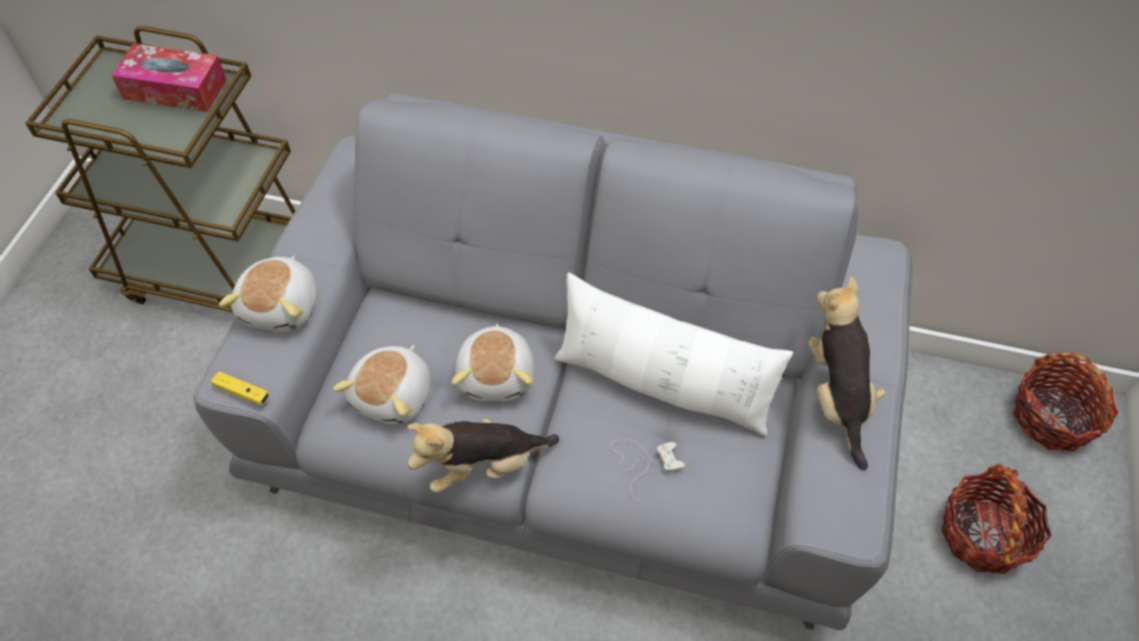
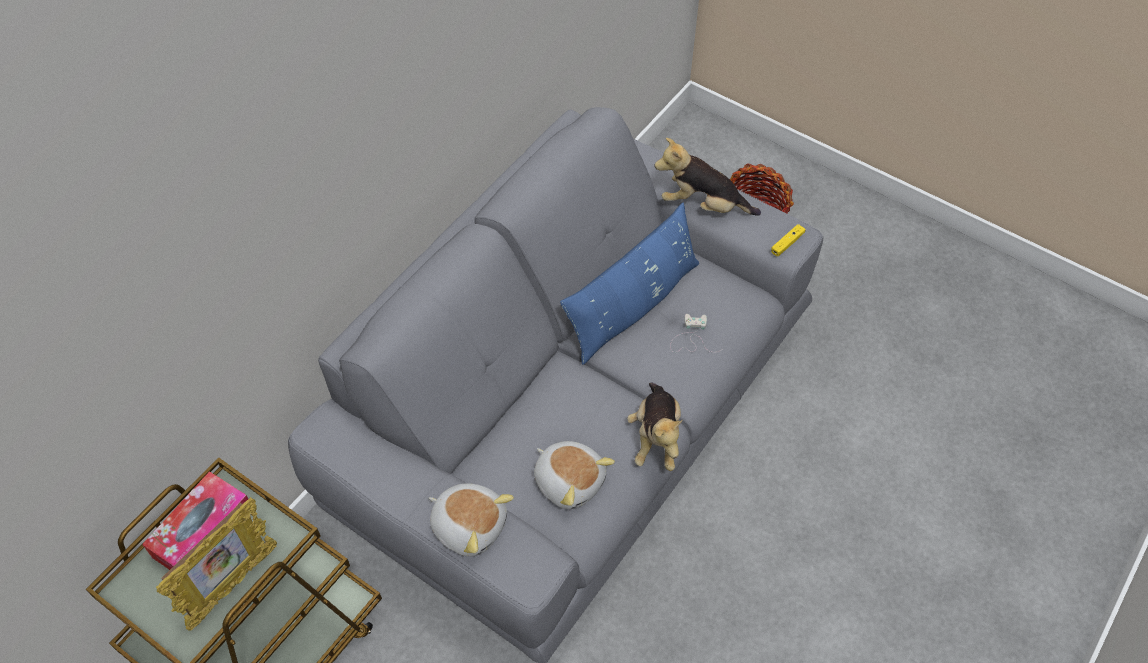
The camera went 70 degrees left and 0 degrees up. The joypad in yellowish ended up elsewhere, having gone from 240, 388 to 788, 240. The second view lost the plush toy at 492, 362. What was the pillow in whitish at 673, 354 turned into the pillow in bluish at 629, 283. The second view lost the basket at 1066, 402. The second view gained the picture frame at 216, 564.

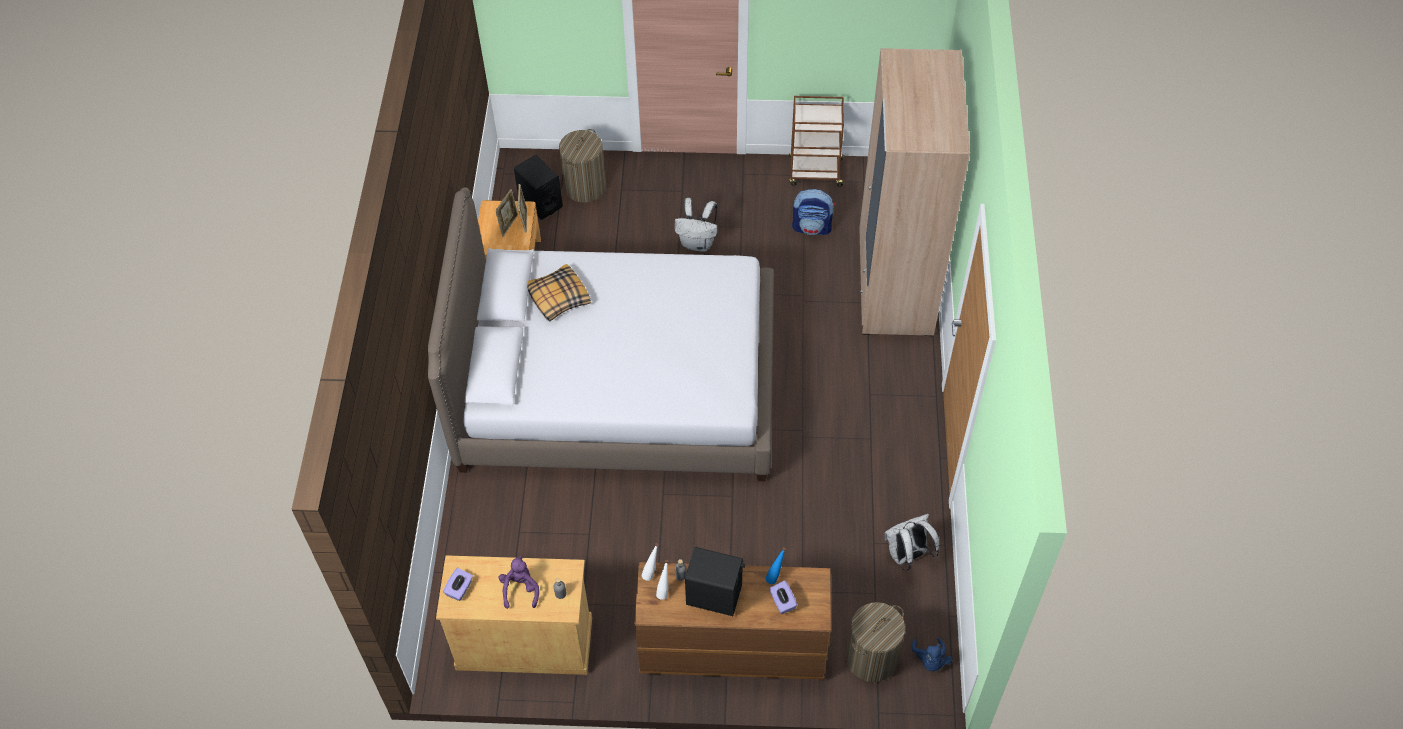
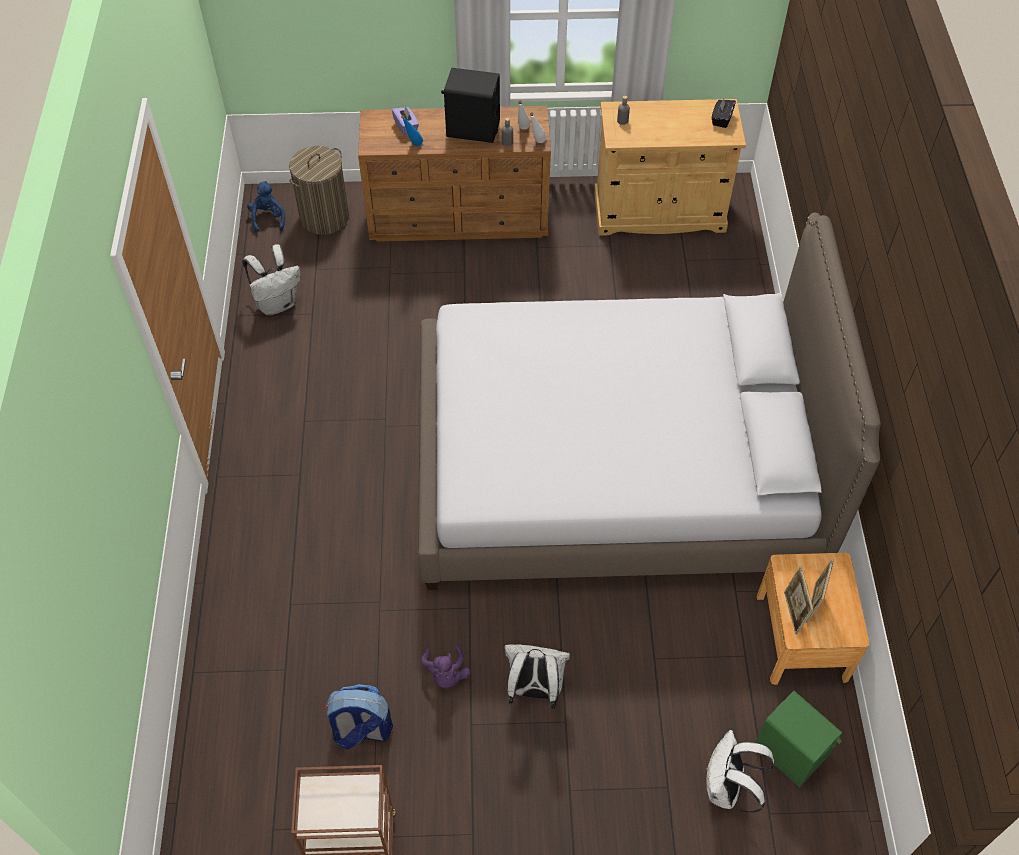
The camera went 175 degrees right and 0 degrees up. What was the box of tissues in purplish at 458, 584 turned into the box of tissues in blackish at 724, 113. The plush toy in purplish ended up elsewhere, having gone from 518, 582 to 446, 666. What was the loudspeaker in blackish at 538, 187 turned into the loudspeaker in greenish at 799, 739. The second view lost the pillow at 559, 293. Where the washing basket stood at 582, 165, the backpack in whitish came to stand at 740, 771. The second view lost the armoire in sand-coloured at 914, 192.

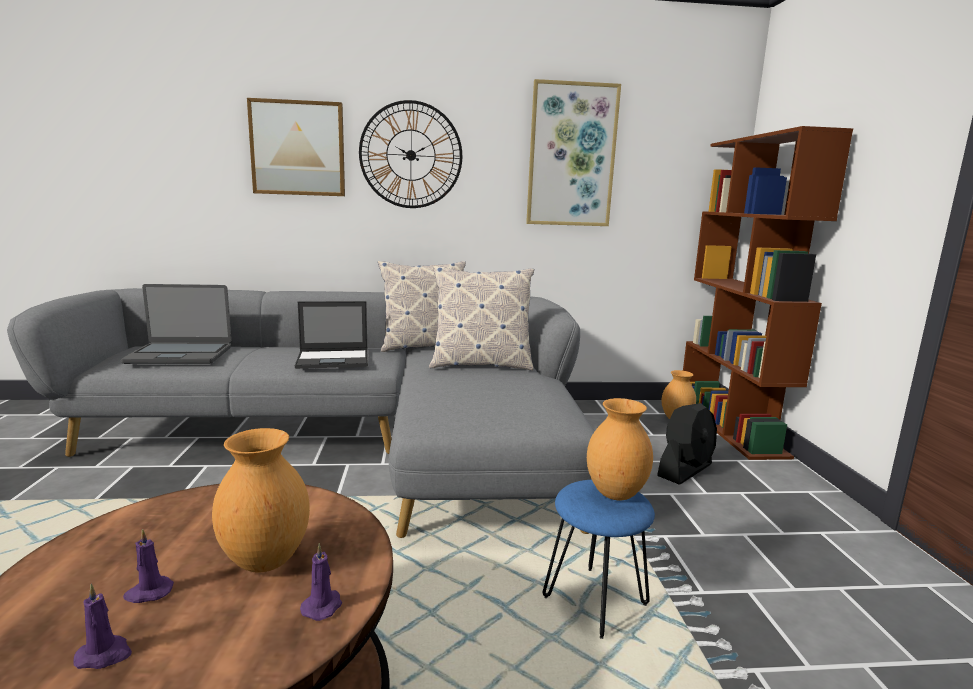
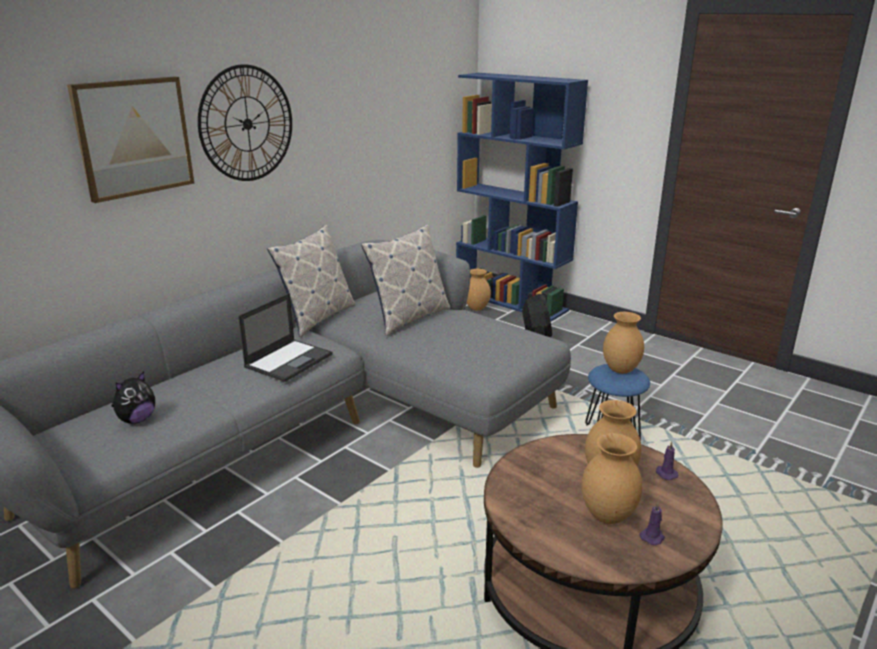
The camera went 45 degrees left and 10 degrees up. Where the laptop stood at 176, 324, the plush toy came to stand at 133, 397. Where the wax candle in purplish stood at 148, 566, the vase in brownish came to stand at 611, 478. The second view lost the wall art at 573, 152. What was the bookshelf in brownish at 768, 293 turned into the bookshelf in bluish at 522, 197.

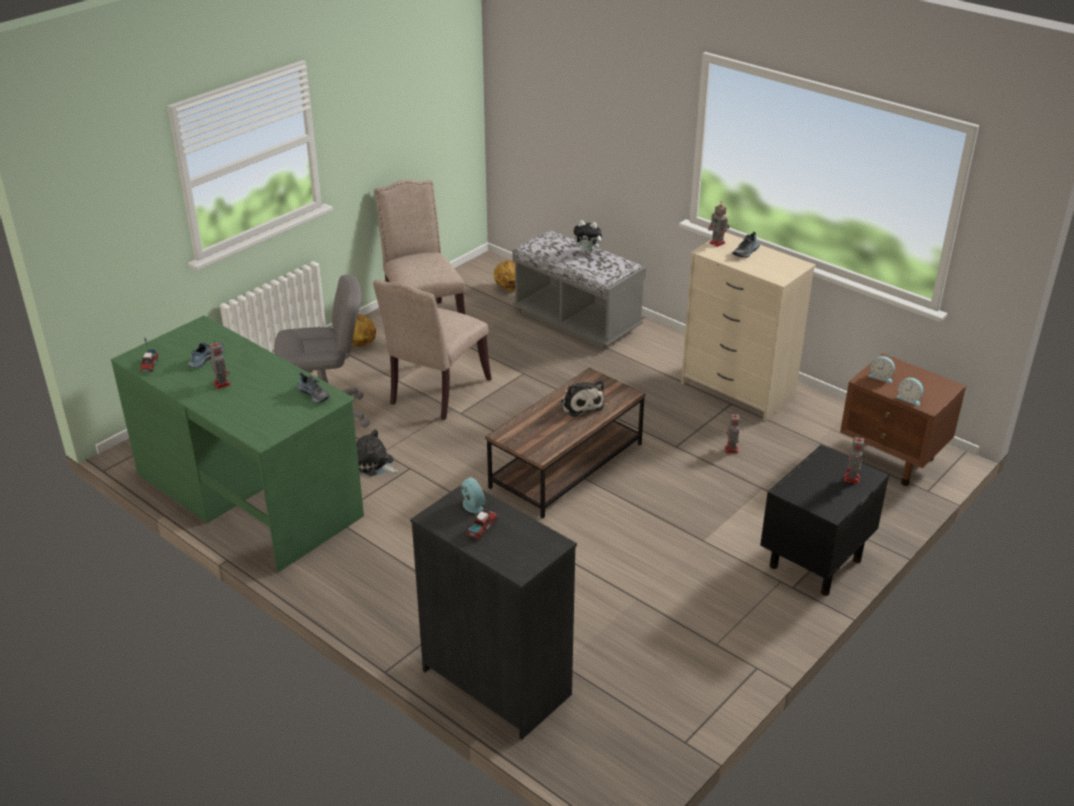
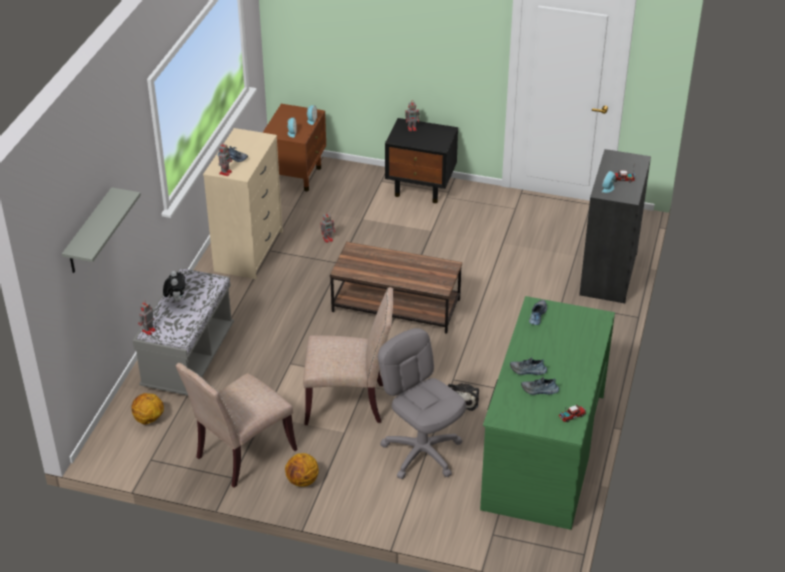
The camera went 115 degrees left and 5 degrees up. The toy robot ended up elsewhere, having gone from 220, 364 to 147, 317. The second view lost the plush toy at 582, 398. The second view gained the wall shelf in greyish at 101, 230. The second view gained the low shoe at 528, 366.

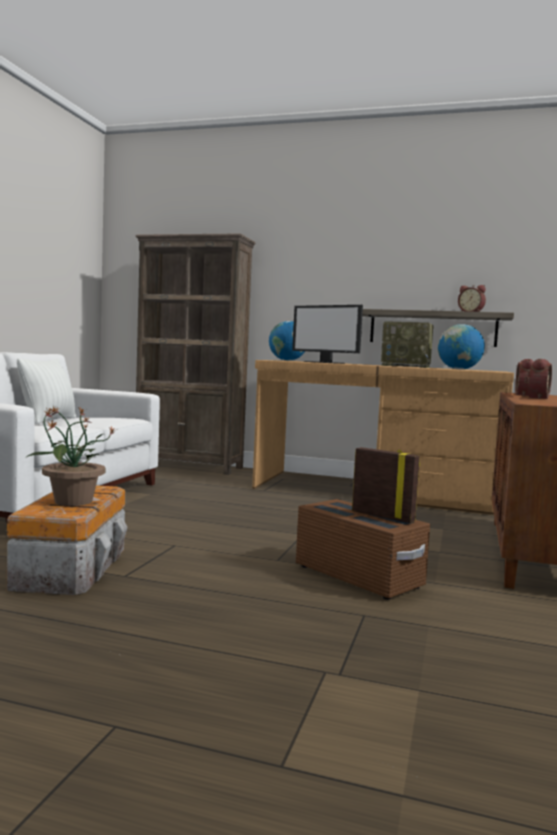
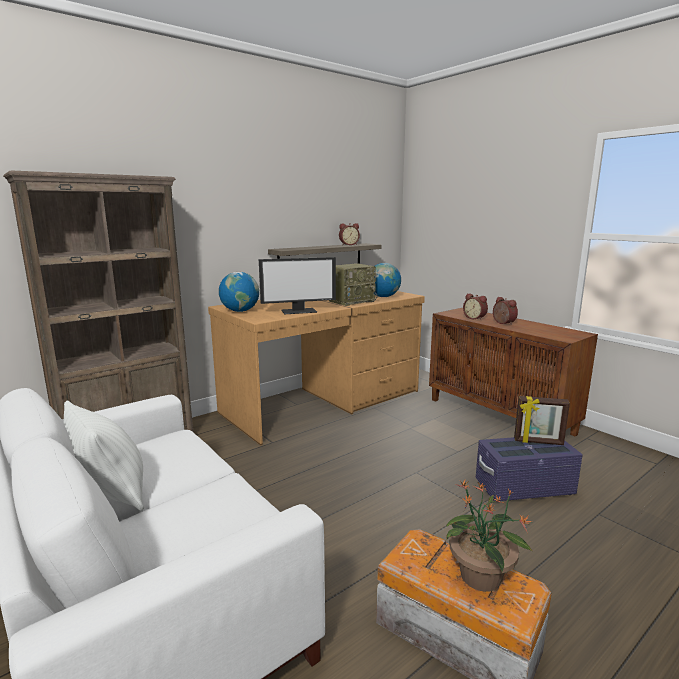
The camera went 55 degrees left and 10 degrees up. What was the storage bin in brownish at 363, 549 turned into the storage bin in purplish at 529, 469. The picture frame at 386, 485 ended up facing another way, 150 degrees counterclockwise from before.

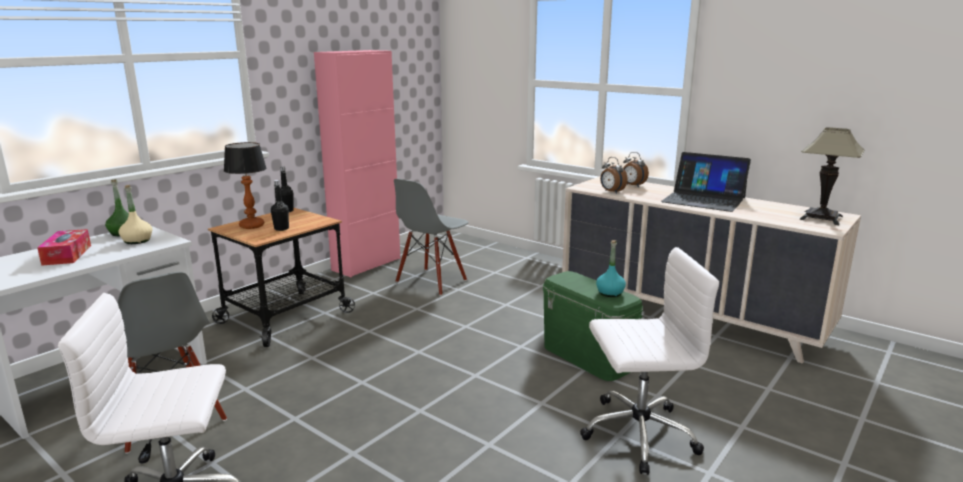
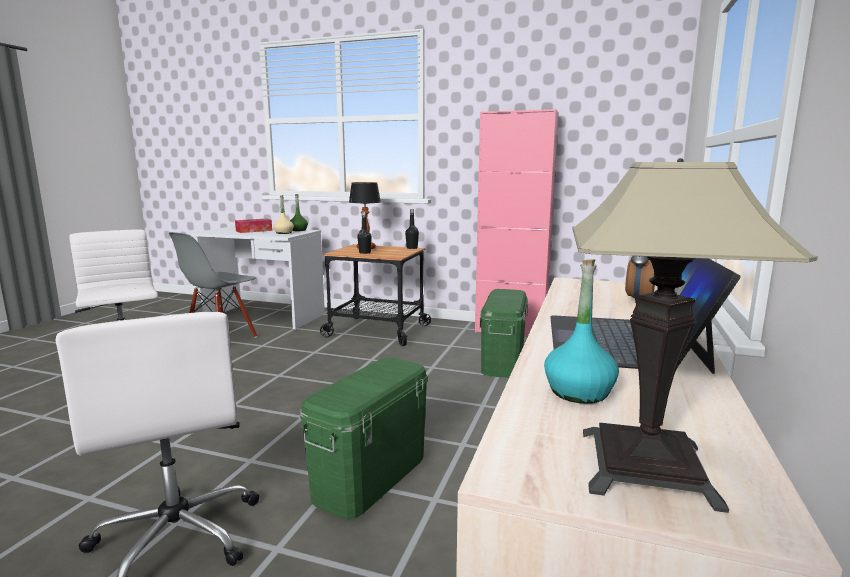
The camera went 70 degrees right and 5 degrees down. Where the upright chair in greyish stood at 431, 237, the storage bin in greenish came to stand at 504, 333. The beverage bottle in blue-green ended up elsewhere, having gone from 611, 268 to 581, 331. The second view lost the table clock at 614, 175.

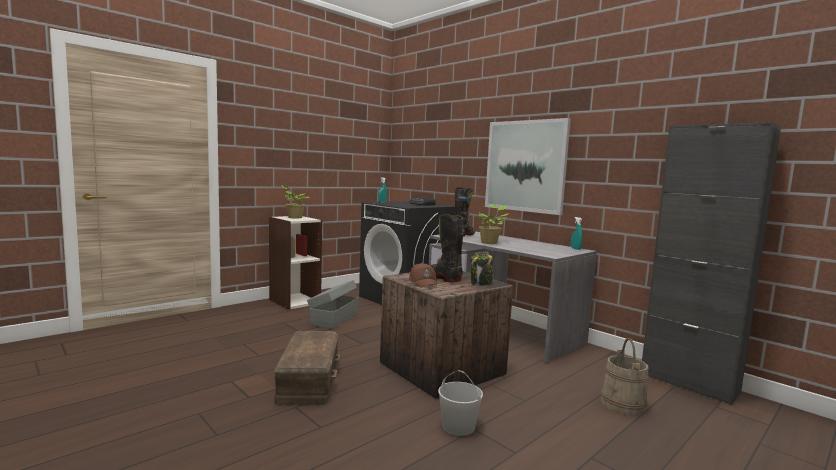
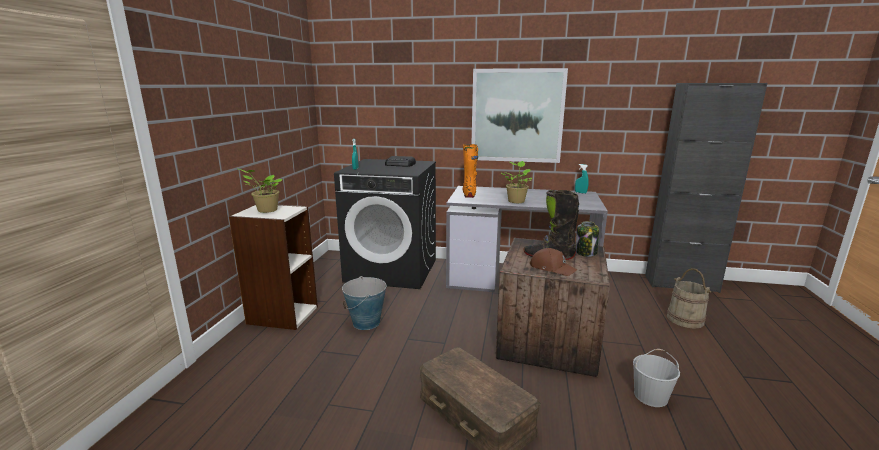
The camera went 35 degrees left and 10 degrees up. Where the storage bin in greyish stood at 332, 304, the water bucket came to stand at 364, 303. What was the boot in blackish at 465, 212 turned into the boot in orange at 470, 171.

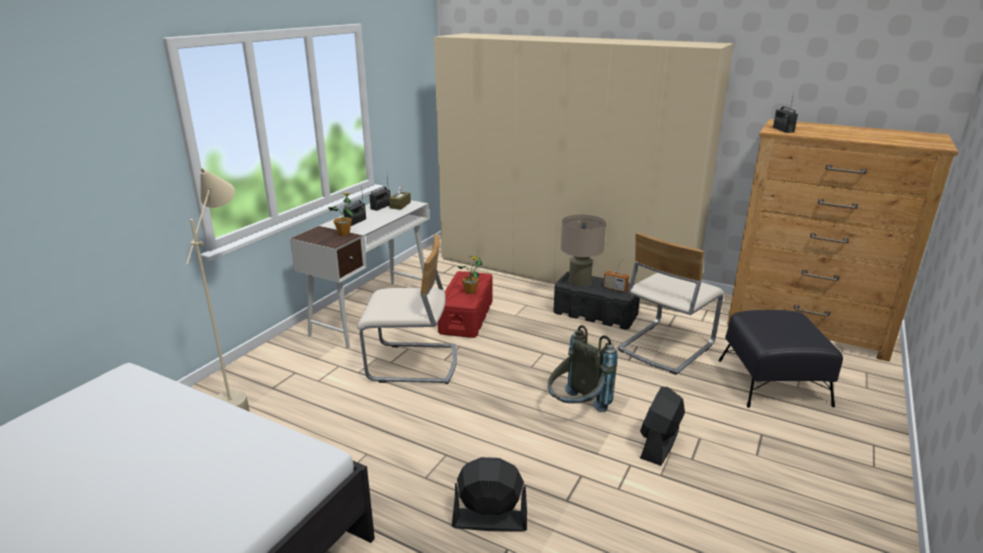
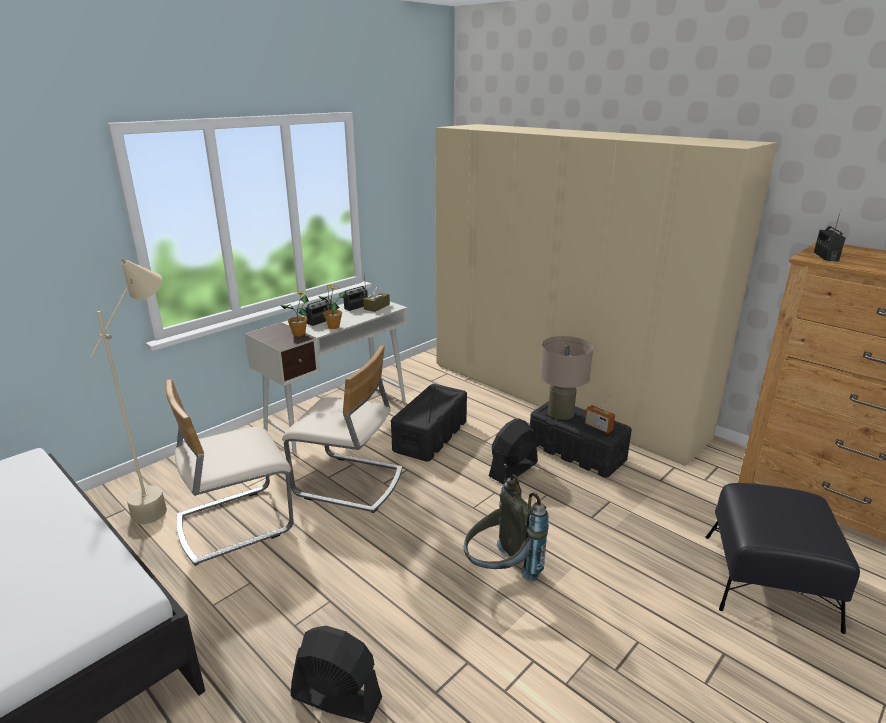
The camera went 15 degrees right and 0 degrees up. What was the storage bin in red at 465, 304 turned into the storage bin in blackish at 429, 423. The potted plant ended up elsewhere, having gone from 470, 275 to 332, 307. The upright chair in sand-coloured ended up elsewhere, having gone from 671, 303 to 230, 472. The cooling fan in blackish ended up elsewhere, having gone from 662, 426 to 513, 451.

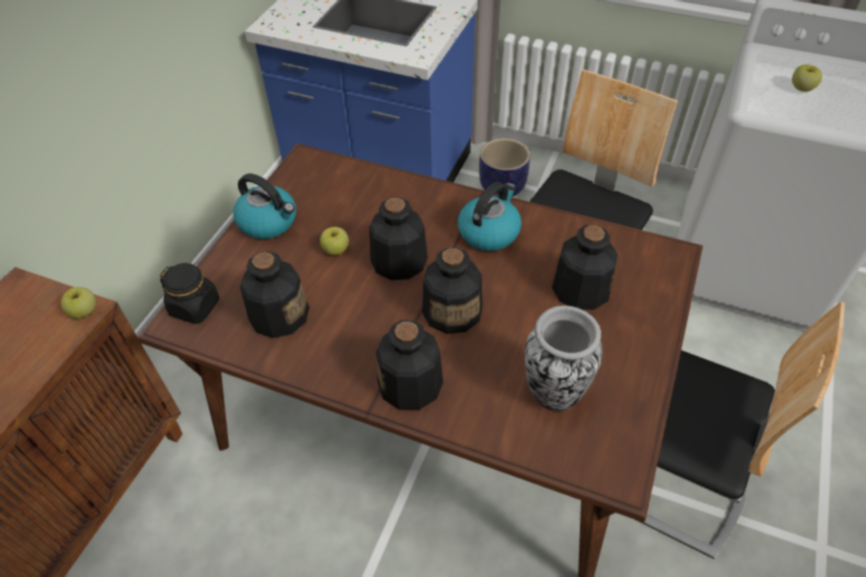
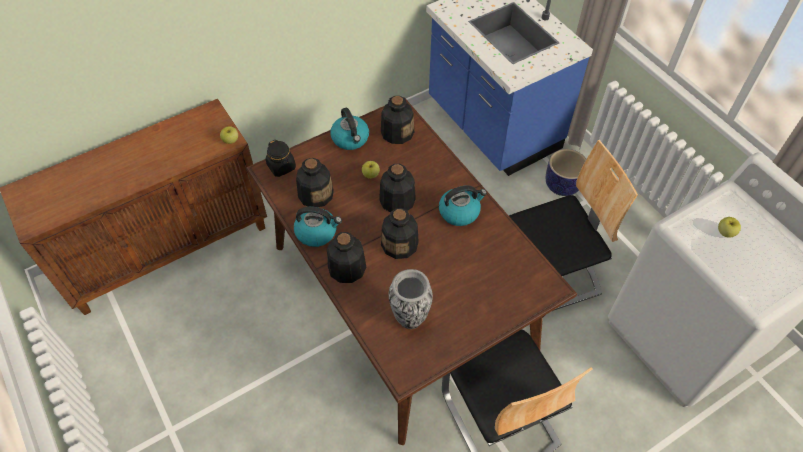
The camera went 35 degrees right and 5 degrees up. The beverage bottle ended up elsewhere, having gone from 585, 267 to 397, 120. The second view gained the kettle at 318, 227.

